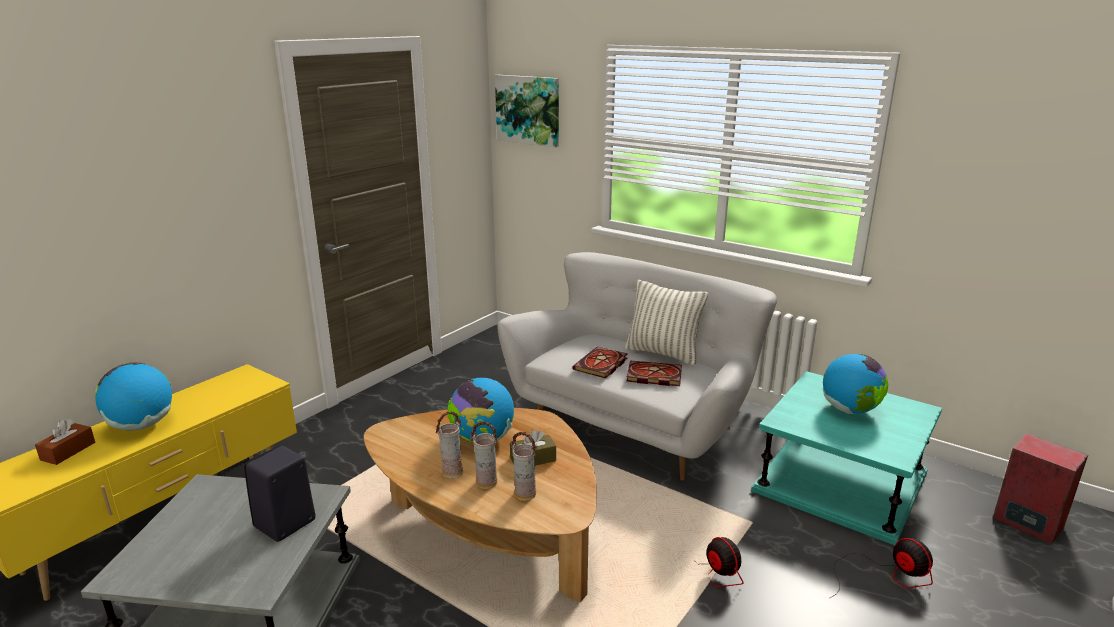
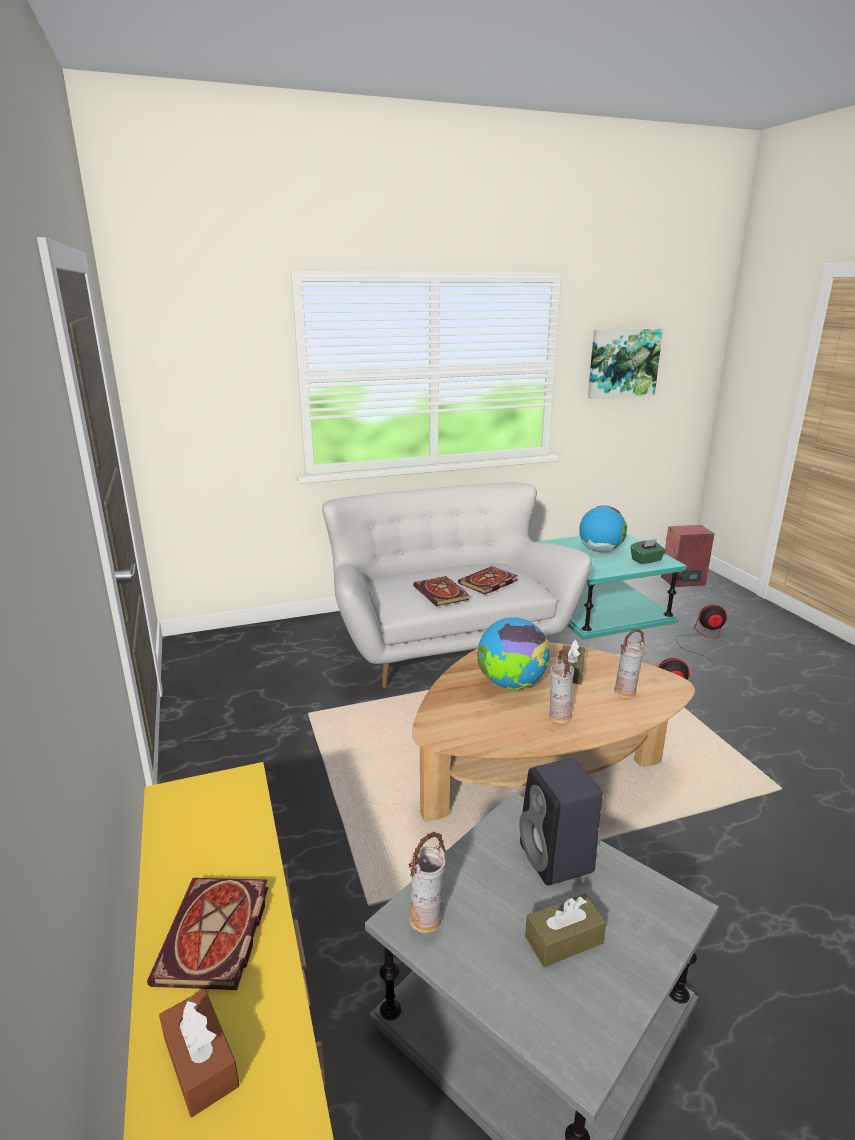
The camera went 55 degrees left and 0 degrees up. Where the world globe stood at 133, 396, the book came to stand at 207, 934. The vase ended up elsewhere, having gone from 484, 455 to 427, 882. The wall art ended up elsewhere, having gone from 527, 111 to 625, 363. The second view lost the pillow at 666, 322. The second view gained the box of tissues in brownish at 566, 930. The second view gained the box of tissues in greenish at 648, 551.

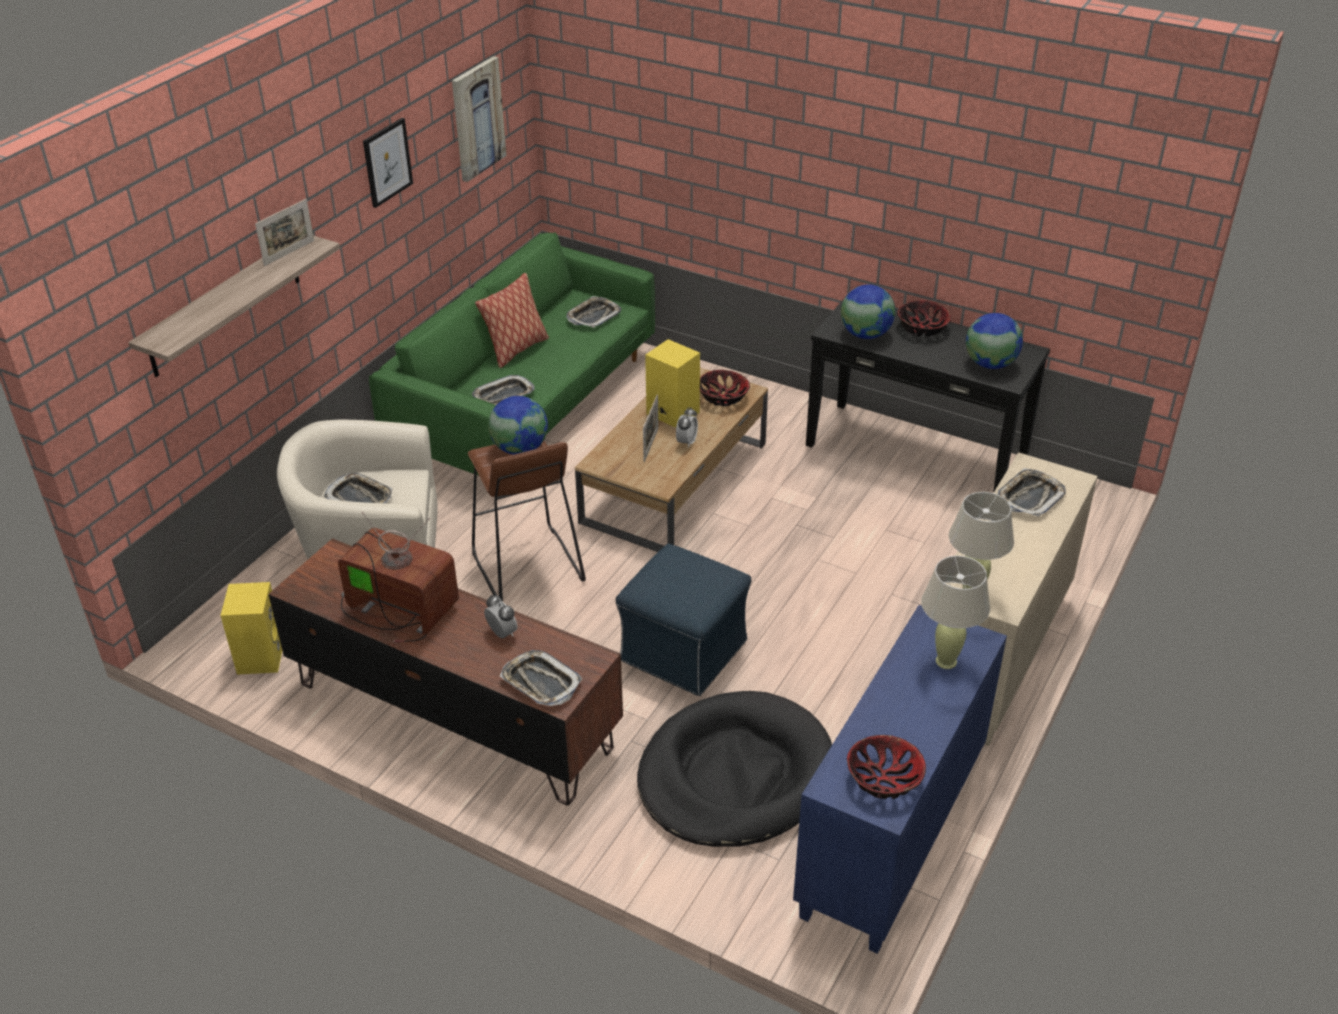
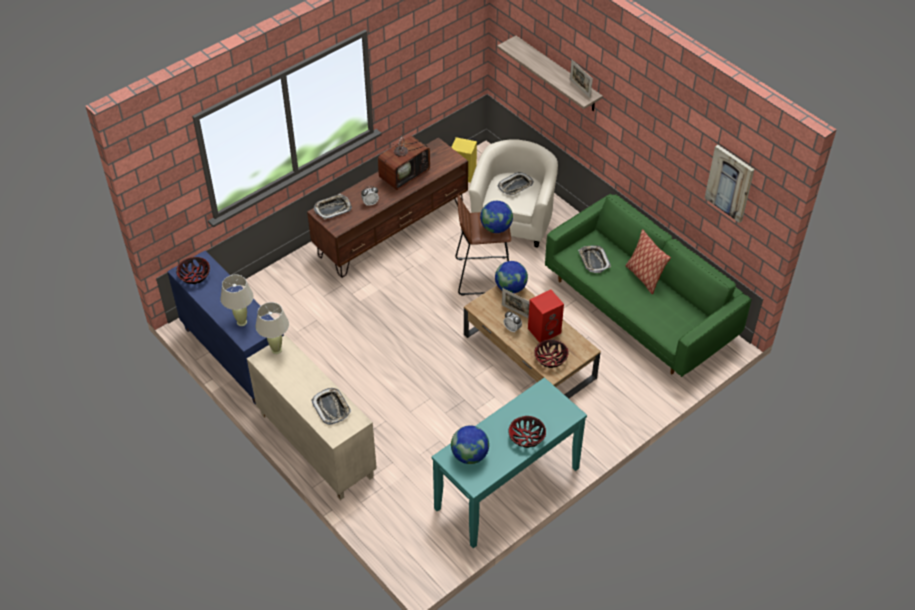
The camera went 110 degrees right and 10 degrees up. The second view lost the wall art at 388, 163. The second view lost the carrying tray at 593, 312. The second view lost the ottoman in bluish at 683, 620. The second view lost the dog cushion in blackish at 734, 769. What was the loudspeaker in yellowish at 672, 383 turned into the loudspeaker in red at 546, 316. What was the narrow table in blackish at 928, 396 turned into the narrow table in blue-green at 509, 462. The world globe ended up elsewhere, having gone from 868, 311 to 511, 277.

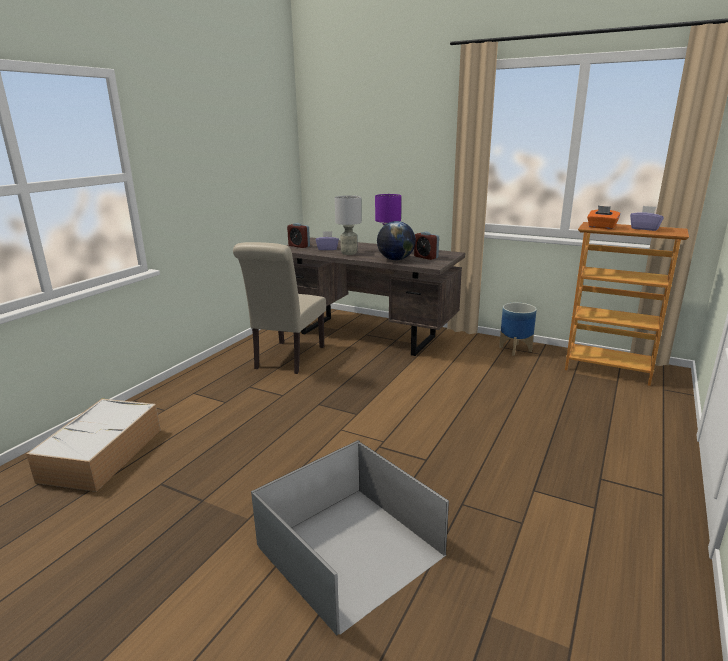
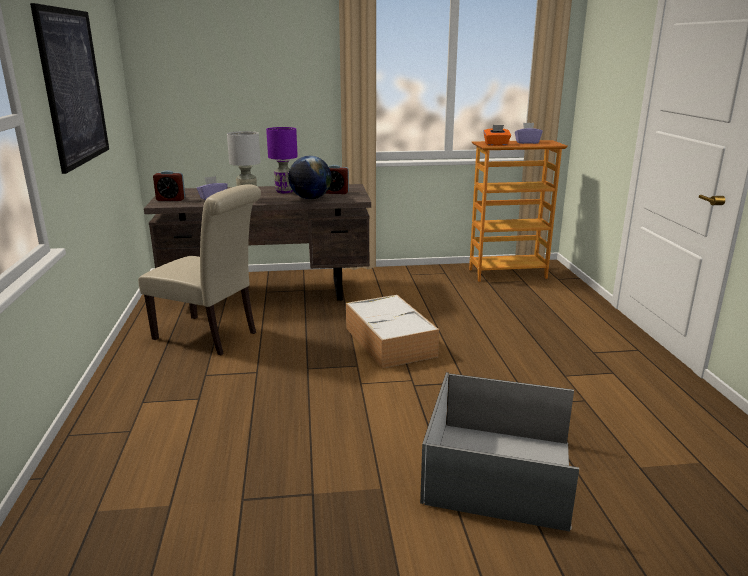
The camera went 35 degrees left and 0 degrees up. The storage bin ended up elsewhere, having gone from 93, 445 to 392, 332. The upright chair in sand-coloured at 279, 308 ended up facing another way, 45 degrees counterclockwise from before. The second view lost the planter at 518, 329. The second view gained the wall art at 69, 88.

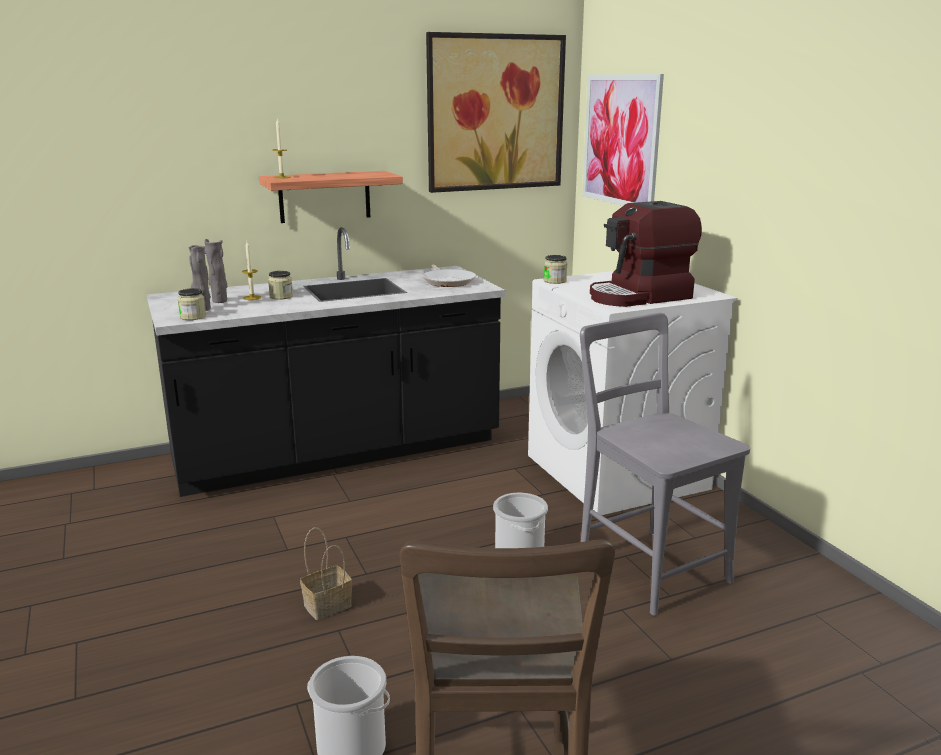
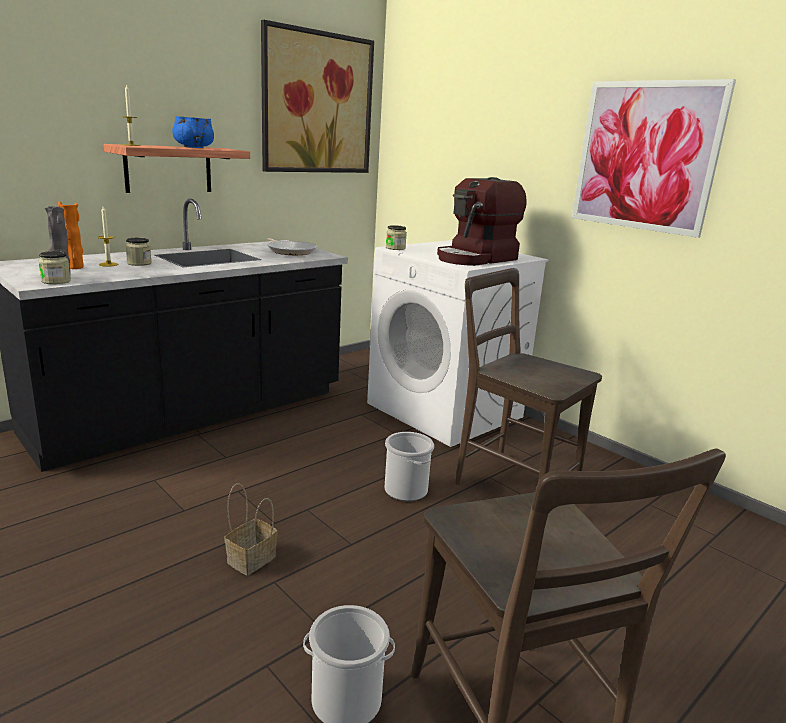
The camera went 20 degrees left and 0 degrees up. What was the vase in greyish at 216, 271 turned into the vase in orange at 71, 235. What was the upright chair in greyish at 665, 464 turned into the upright chair in brownish at 528, 376. The wall art ended up elsewhere, having gone from 623, 140 to 654, 158. The second view gained the serving bowl in bluish at 193, 132.

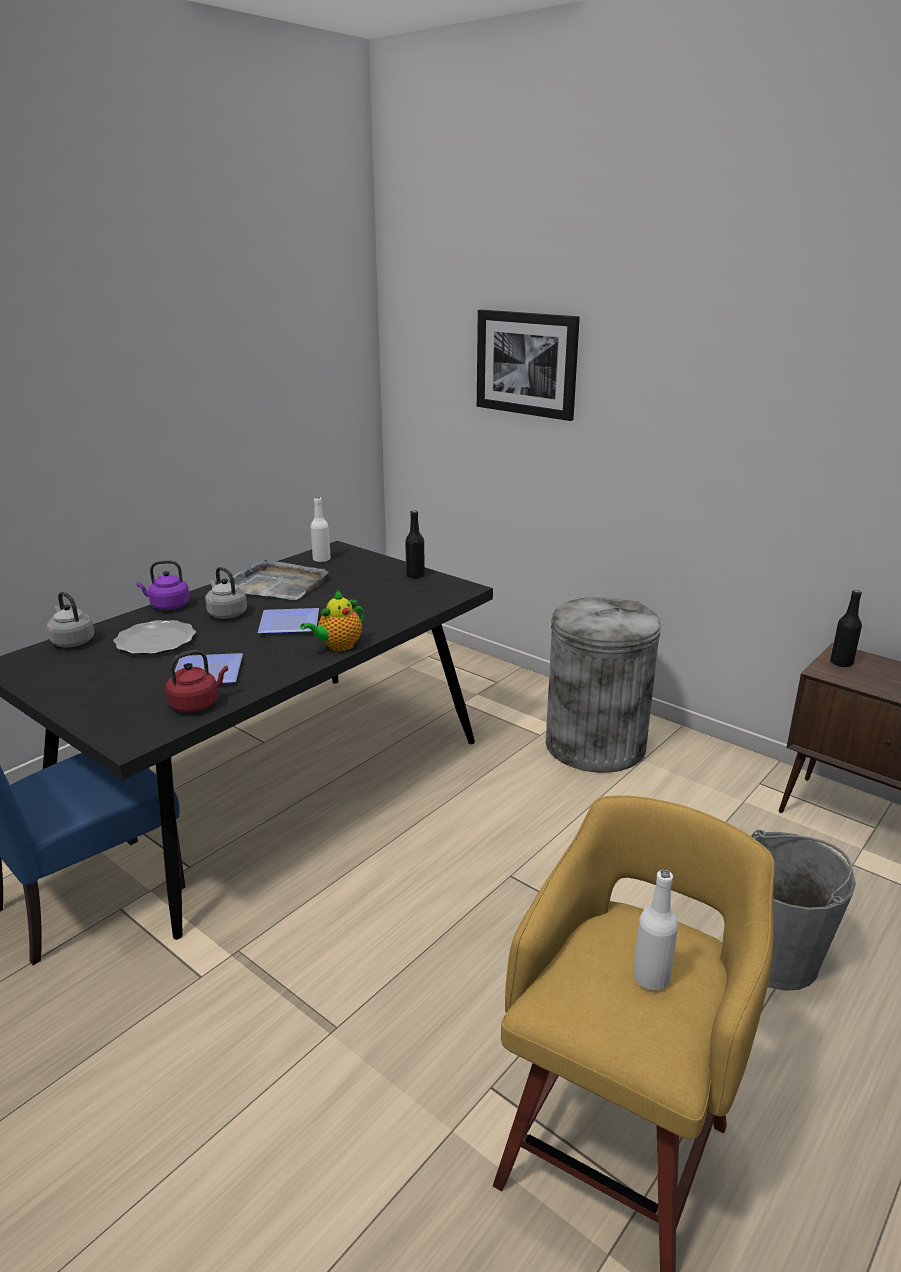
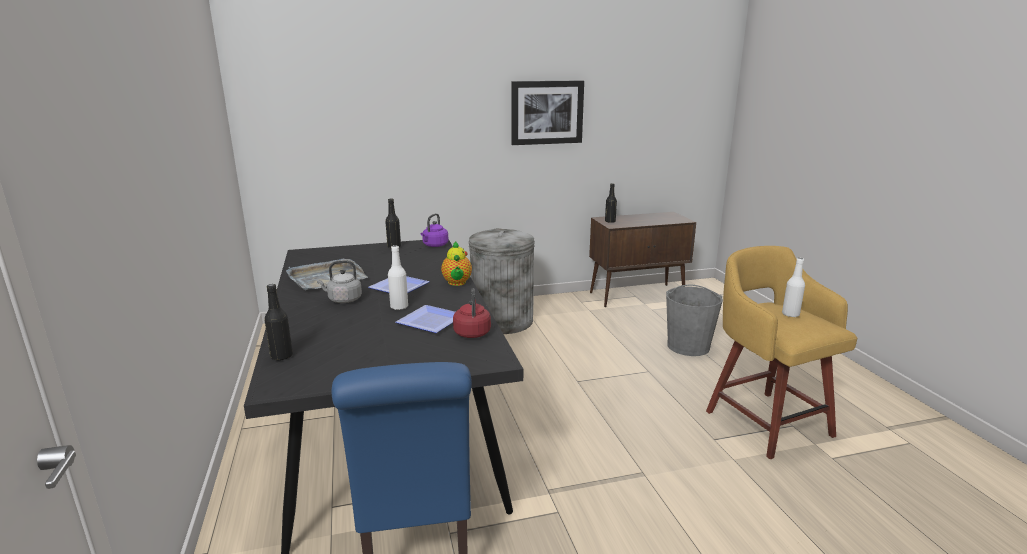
The camera went 55 degrees left and 5 degrees down. Where the kettle in greyish stood at 70, 619, the beverage bottle in blackish came to stand at 278, 322. The second view lost the dinner plate at 154, 637. The kettle in purplish ended up elsewhere, having gone from 163, 585 to 434, 230. The beverage bottle in whitish ended up elsewhere, having gone from 320, 530 to 398, 277. The wall art ended up elsewhere, having gone from 528, 365 to 547, 112.

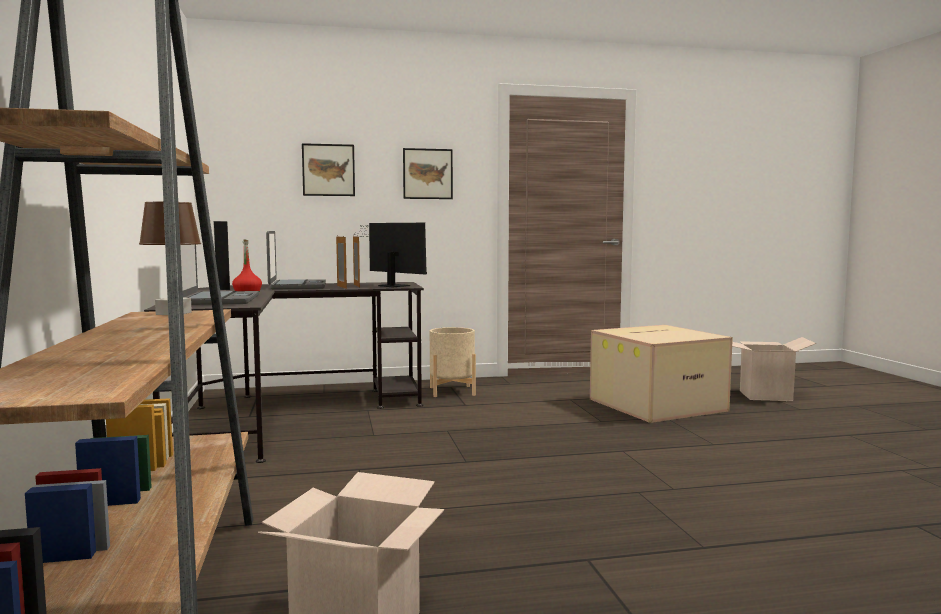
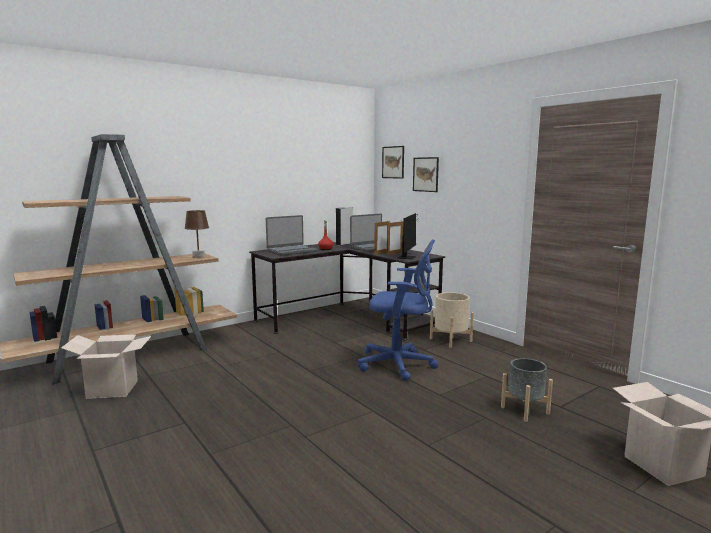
The camera went 65 degrees right and 5 degrees up. The wall art ended up elsewhere, having gone from 428, 173 to 393, 162. Where the cardboard box stood at 661, 374, the planter in greyish came to stand at 527, 390. The second view gained the office chair in bluish at 398, 310.

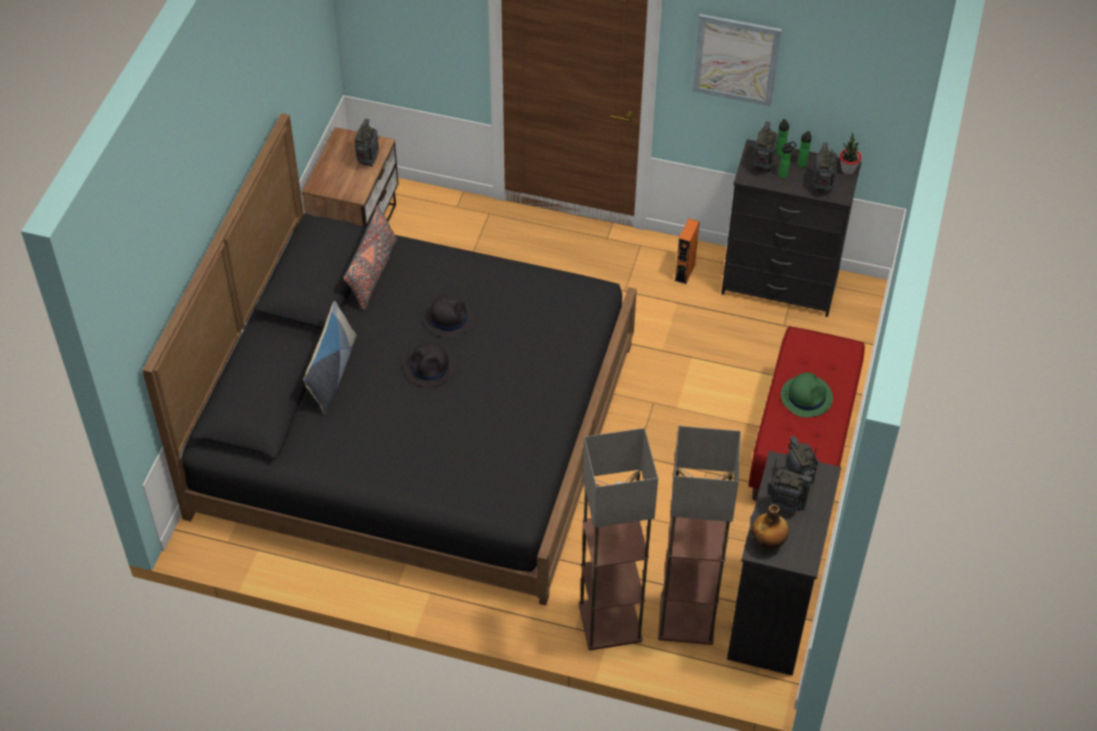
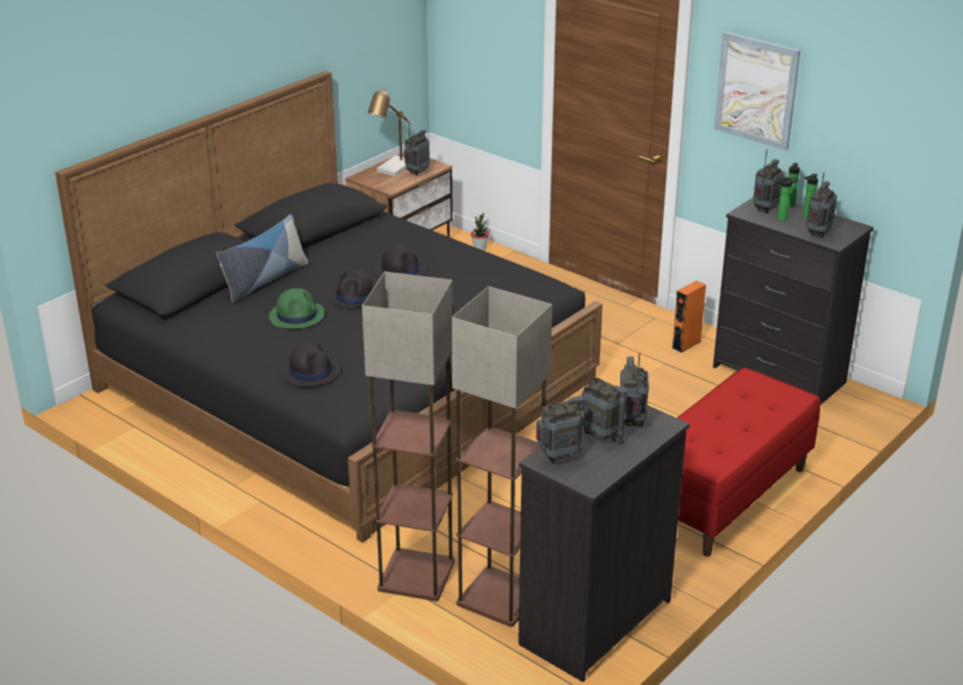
The camera went 25 degrees right and 20 degrees down. The second view lost the pillow in greyish at 370, 257. Where the beverage bottle stood at 770, 527, the radio came to stand at 560, 423. The wearable hat in greenish ended up elsewhere, having gone from 807, 395 to 297, 308. The potted plant ended up elsewhere, having gone from 851, 153 to 480, 231. The second view gained the wearable hat in blackish at 310, 364. The second view gained the lamp for a table at 390, 131.

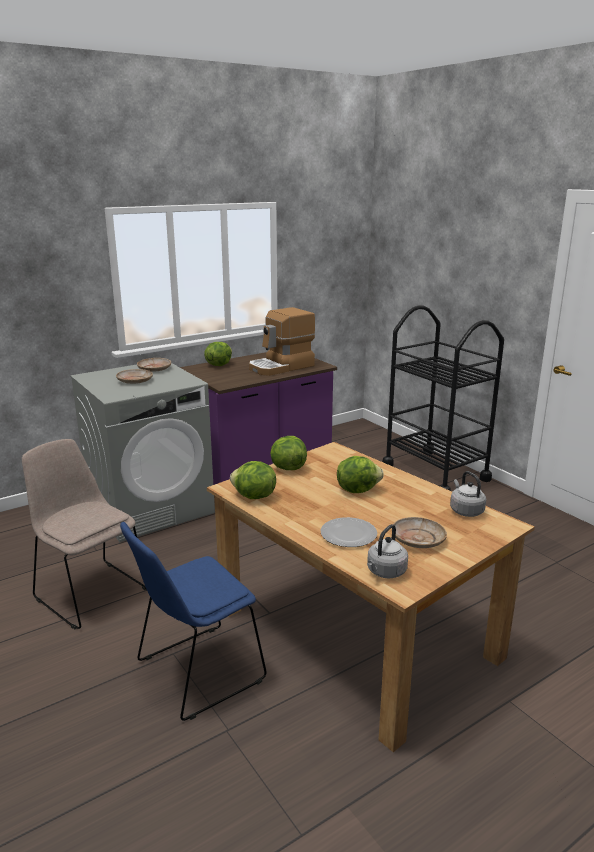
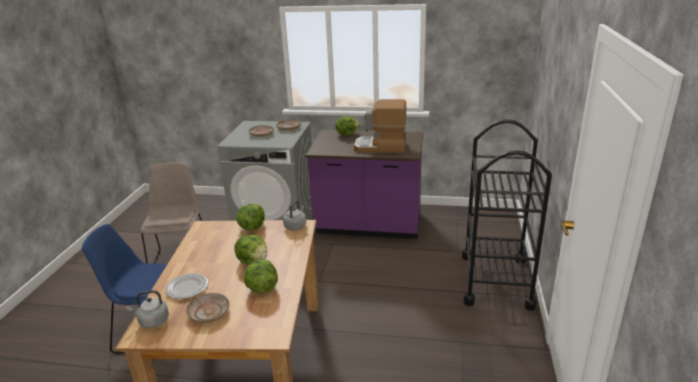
The camera went 45 degrees right and 5 degrees up. The lettuce head ended up elsewhere, having gone from 253, 480 to 261, 276. The kettle in greyish ended up elsewhere, having gone from 468, 494 to 294, 216.

